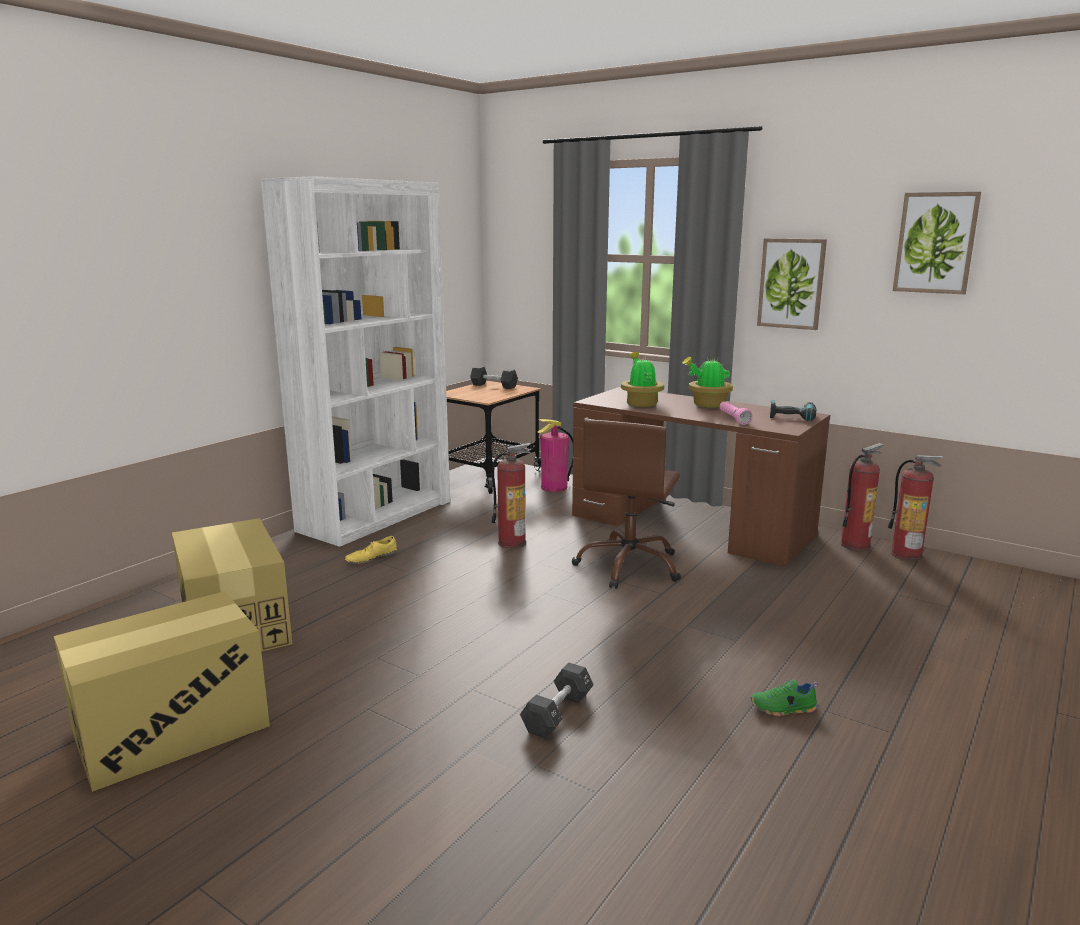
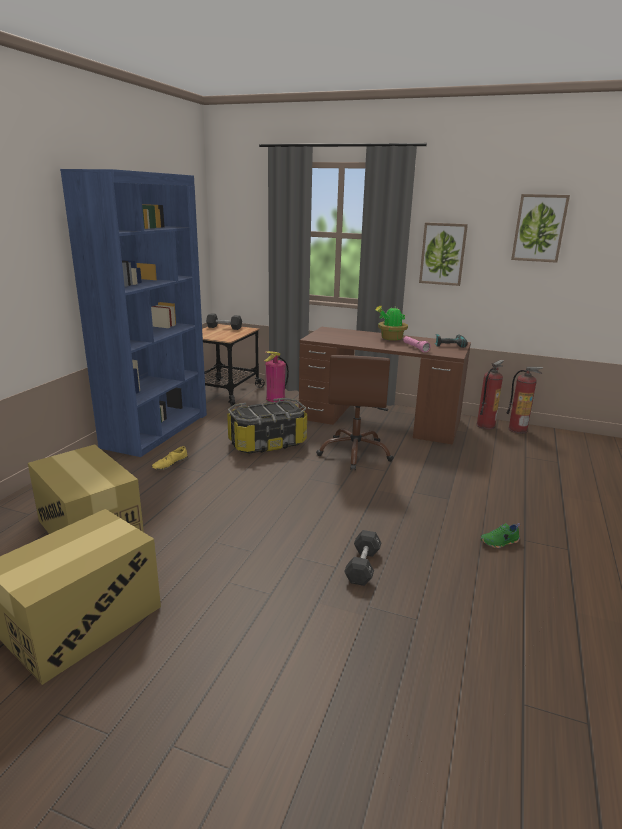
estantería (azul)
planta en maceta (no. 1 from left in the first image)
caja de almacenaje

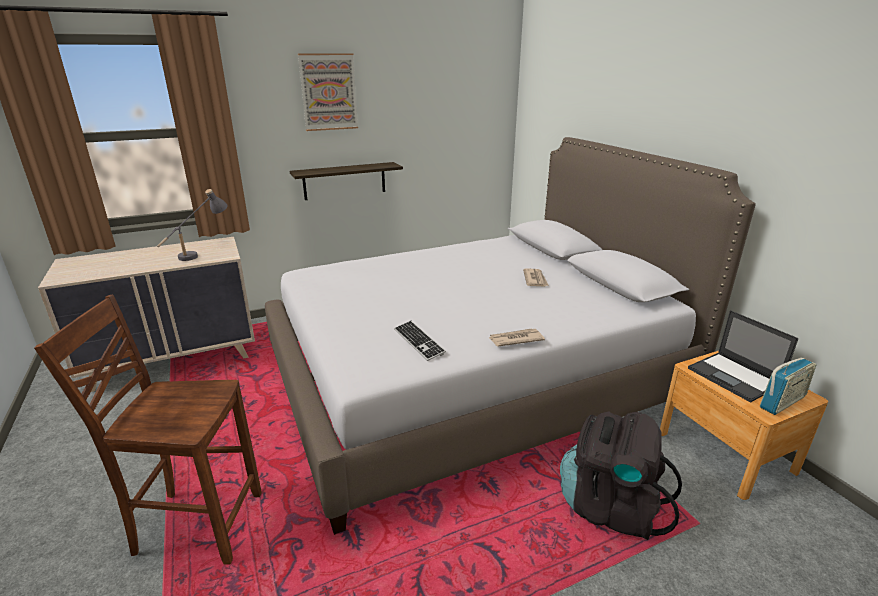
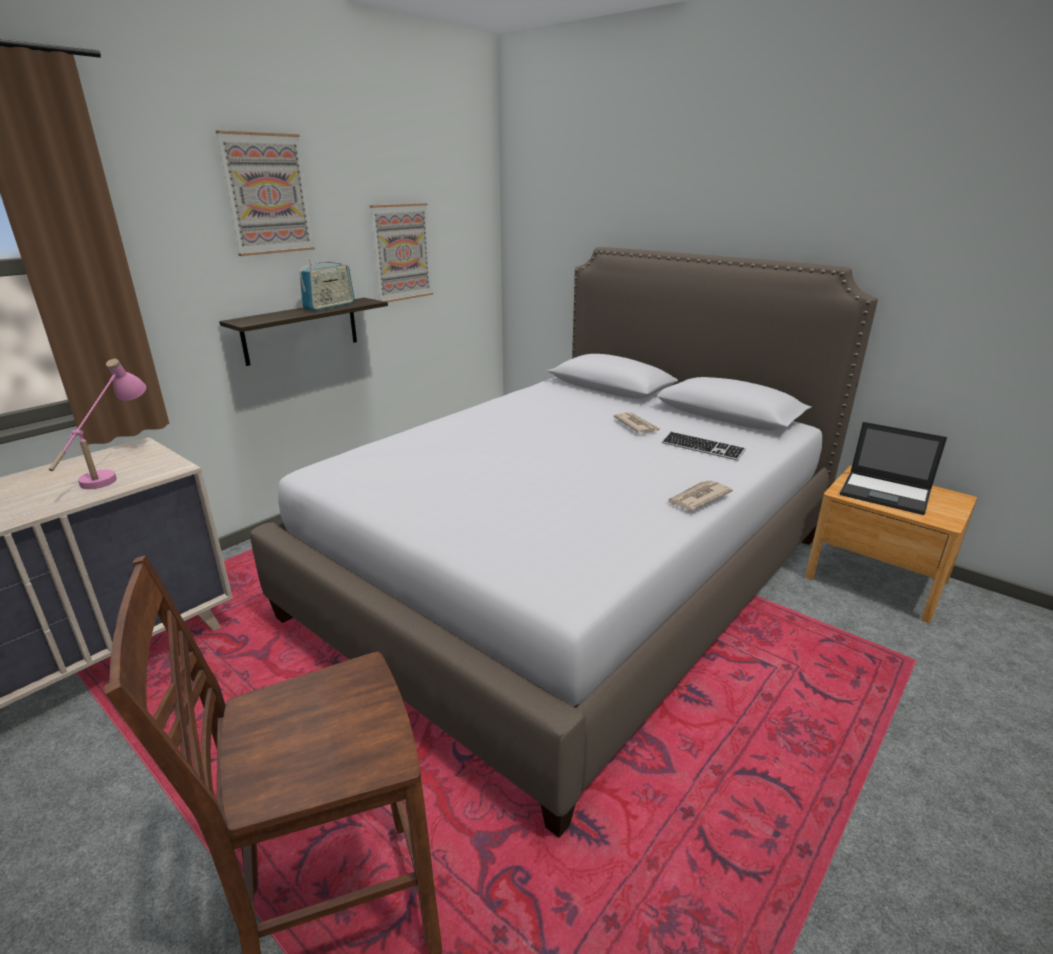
lámpara de mesa (rosa)
teclado
radio
mochila (negro)
cuadro (no. 2 from left)

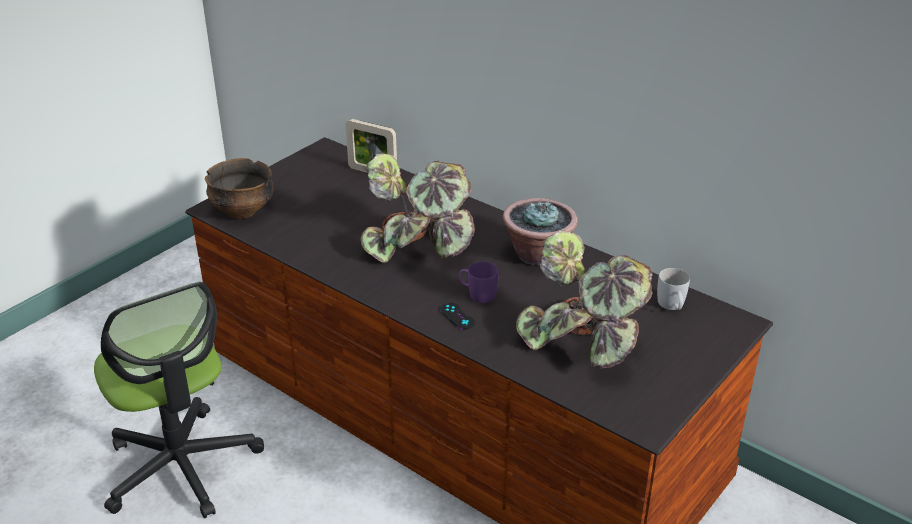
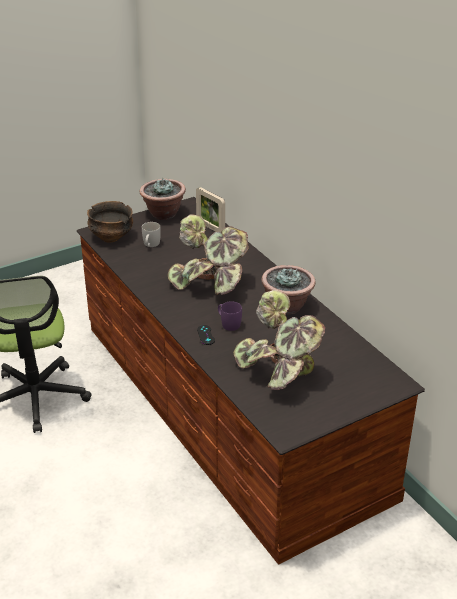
taza grande (blanco)
planta en maceta (no. 1 from left)

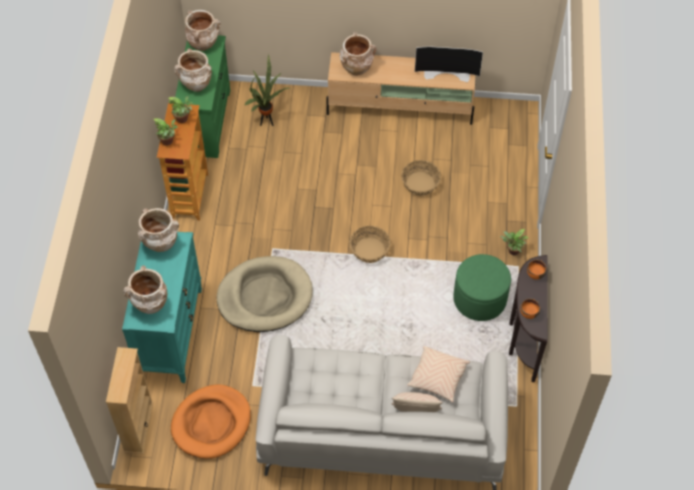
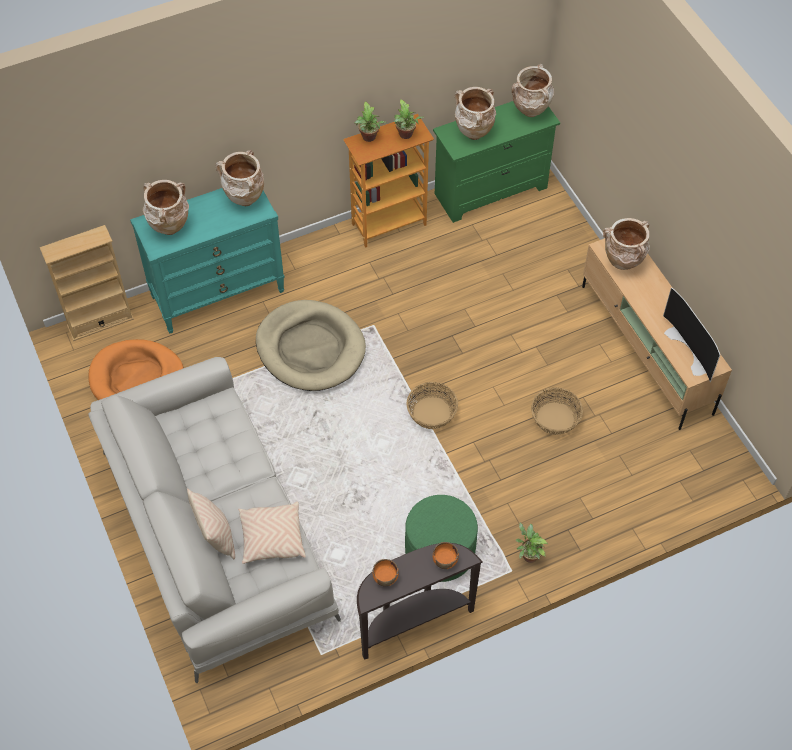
planta en maceta (no. 3 from left in the first image)

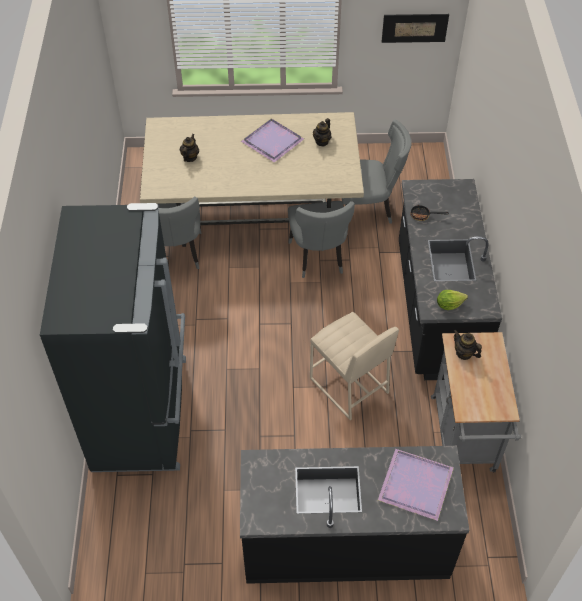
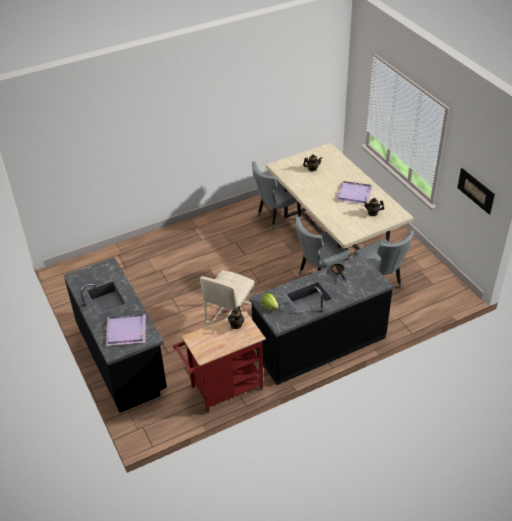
nevera (negro)
carrito (rojo)

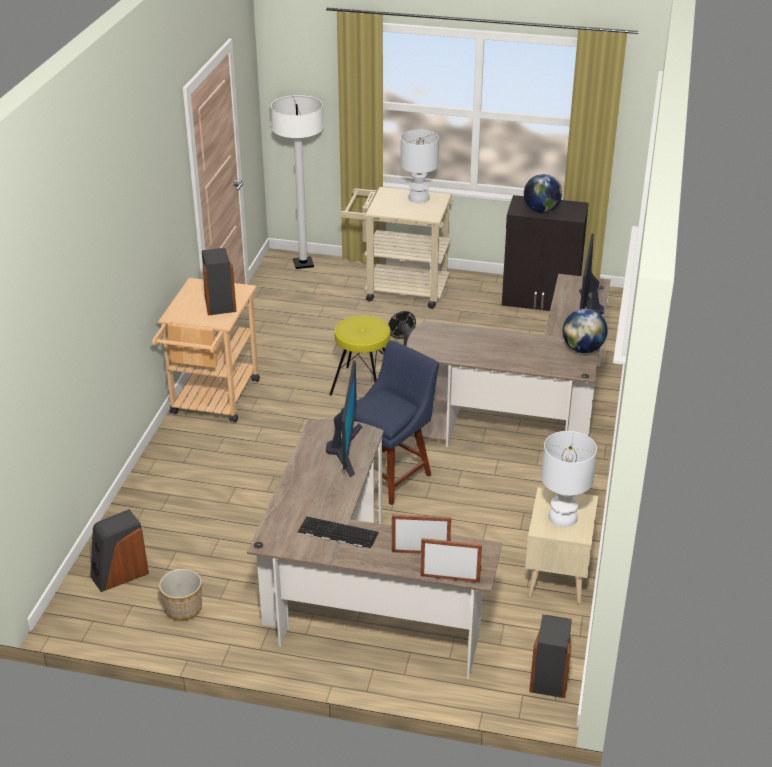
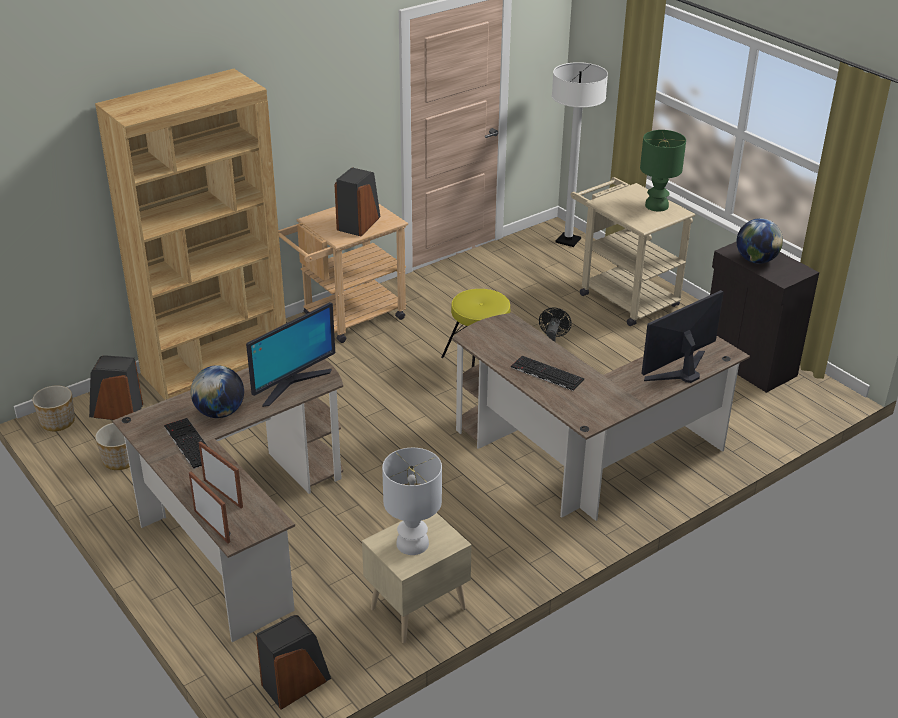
lámpara de mesa (verde)
globo terráqueo (no. 1 from left)
silla (azul)
estantería (marrón)
teclado (no. 2 from left)
maceta (no. 1 from left)

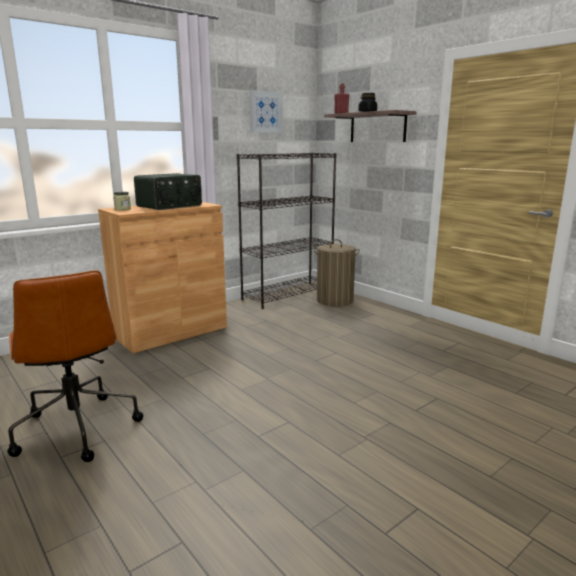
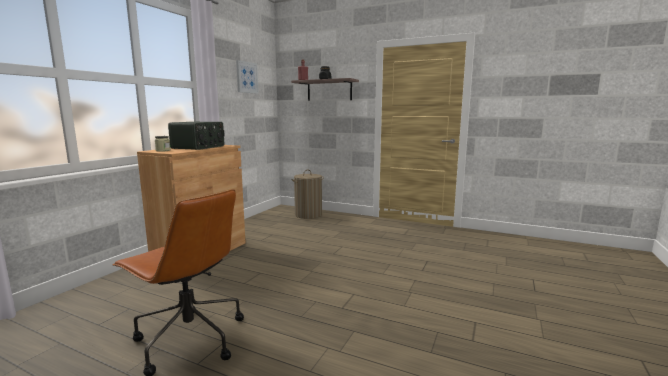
estantería (negro)

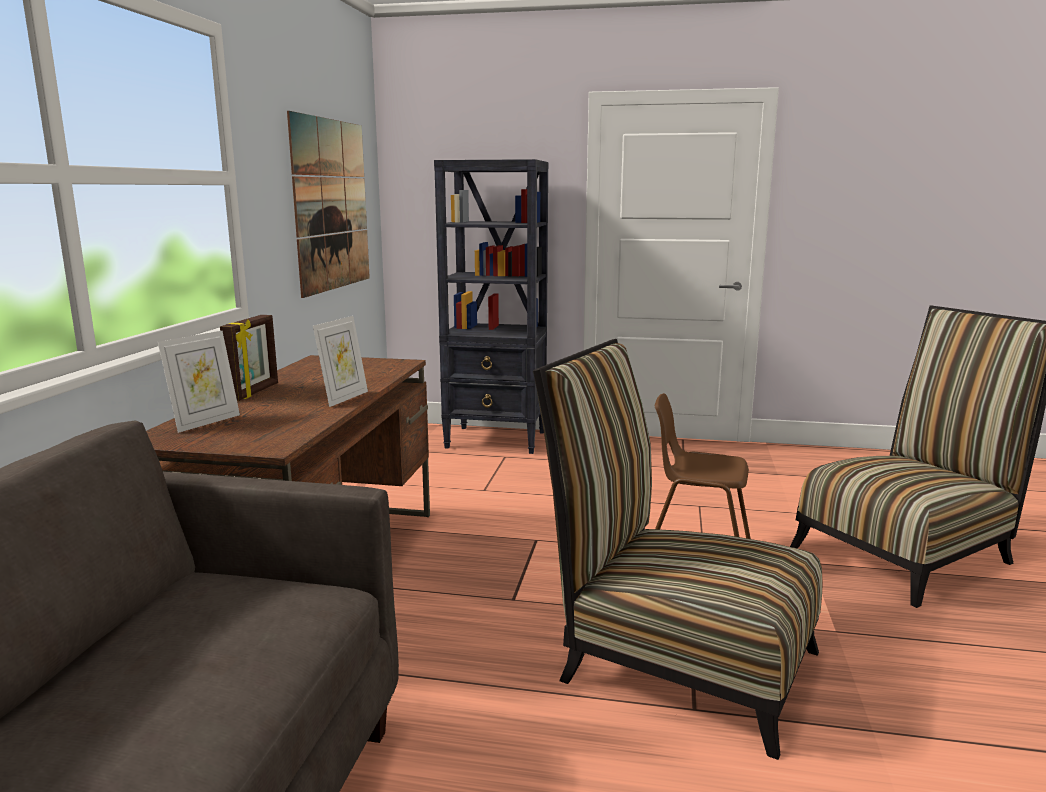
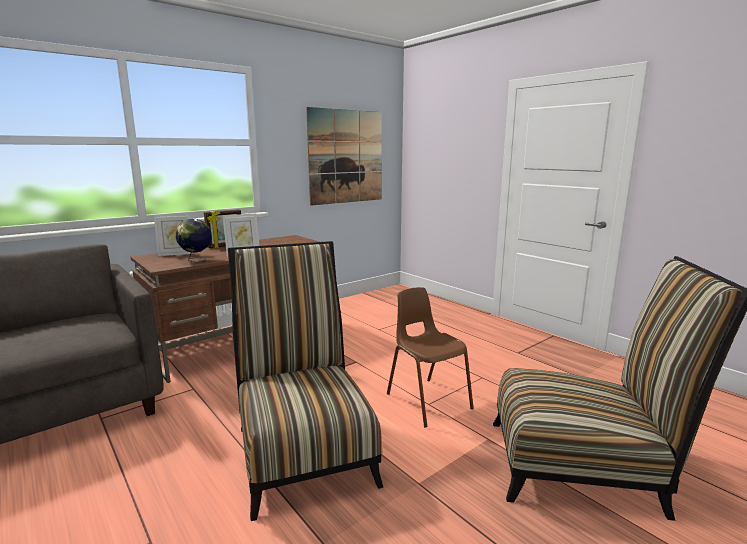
estantería (negro)
globo terráqueo

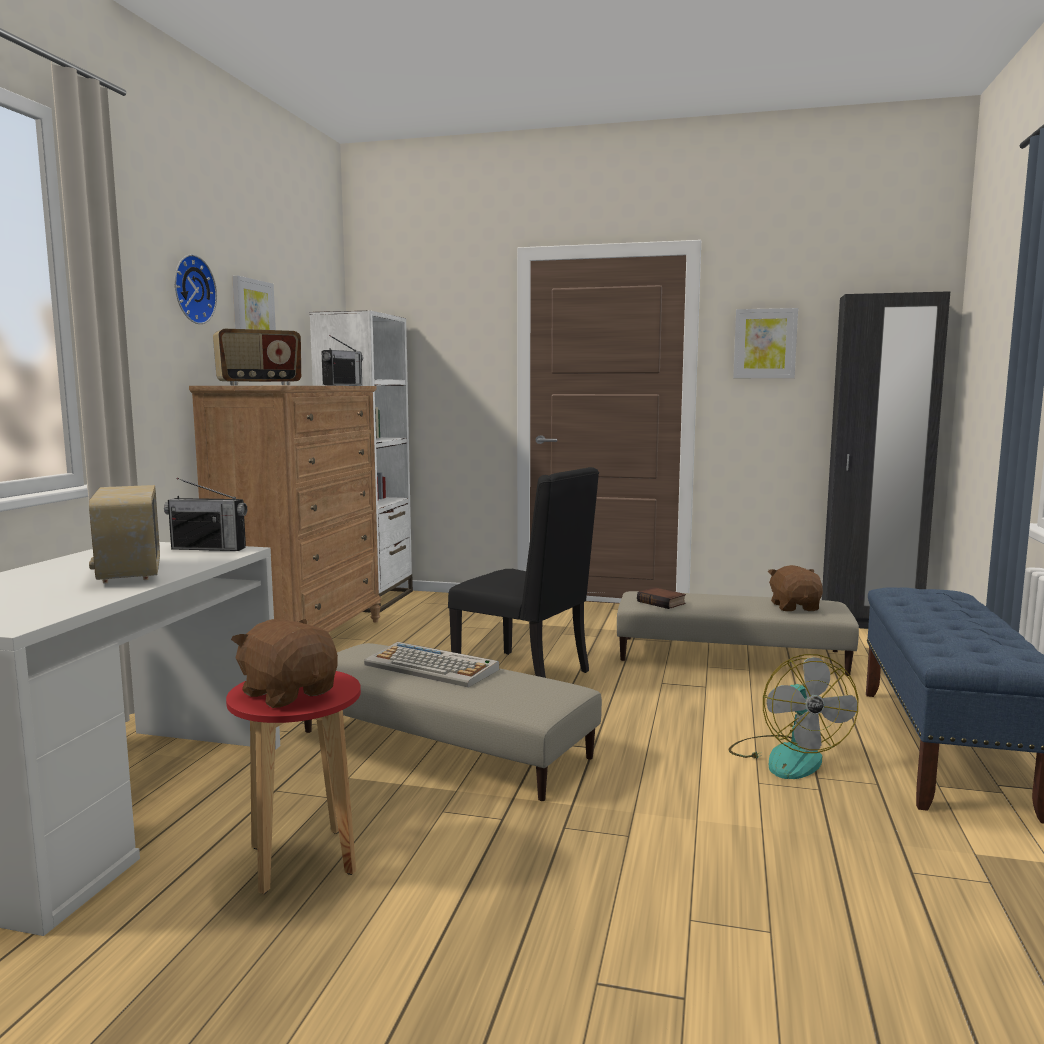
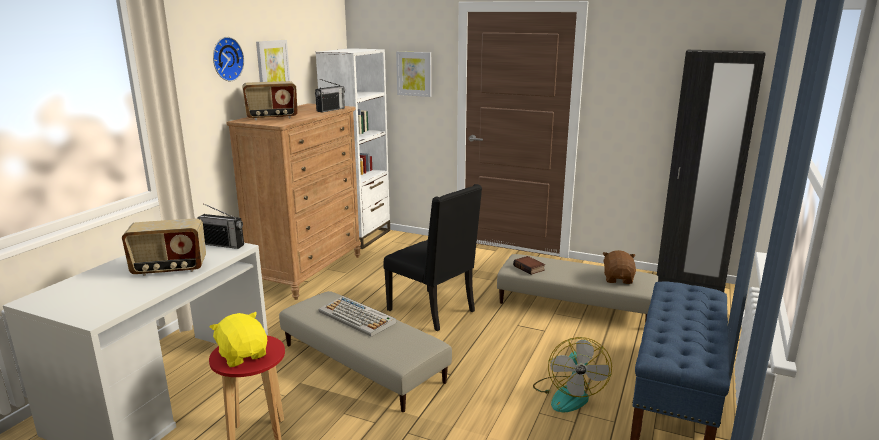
cuadro (no. 2 from left)
radio (no. 1 from left)
peluche (amarillo)

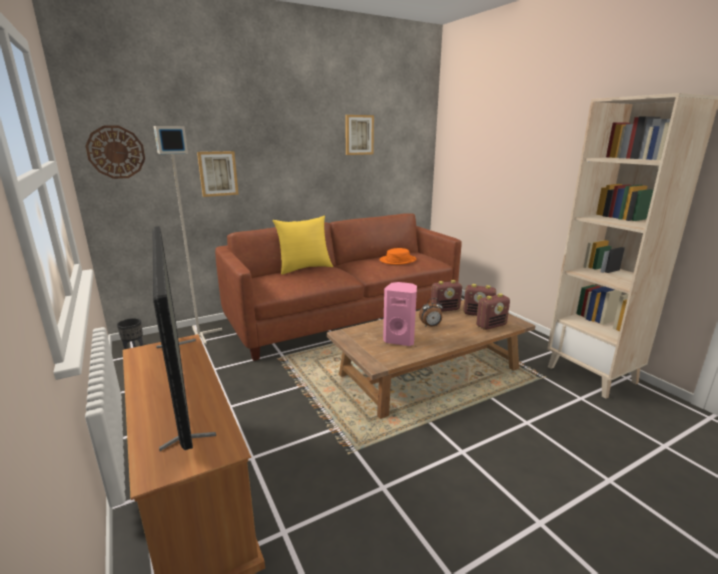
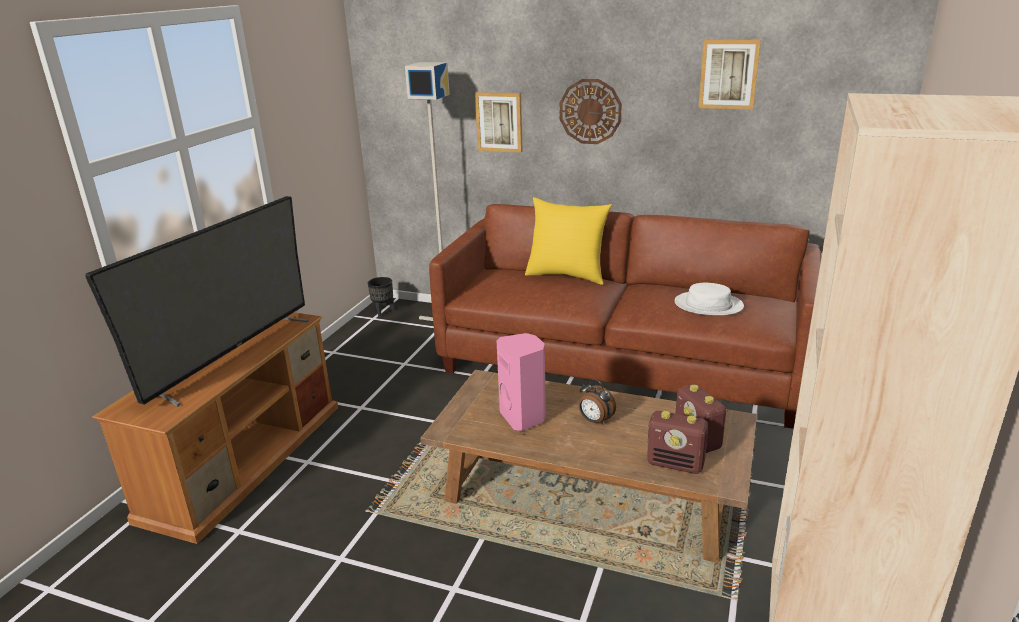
reloj de pared
sombrero (blanco)
radio (no. 1 from left in the first image)

